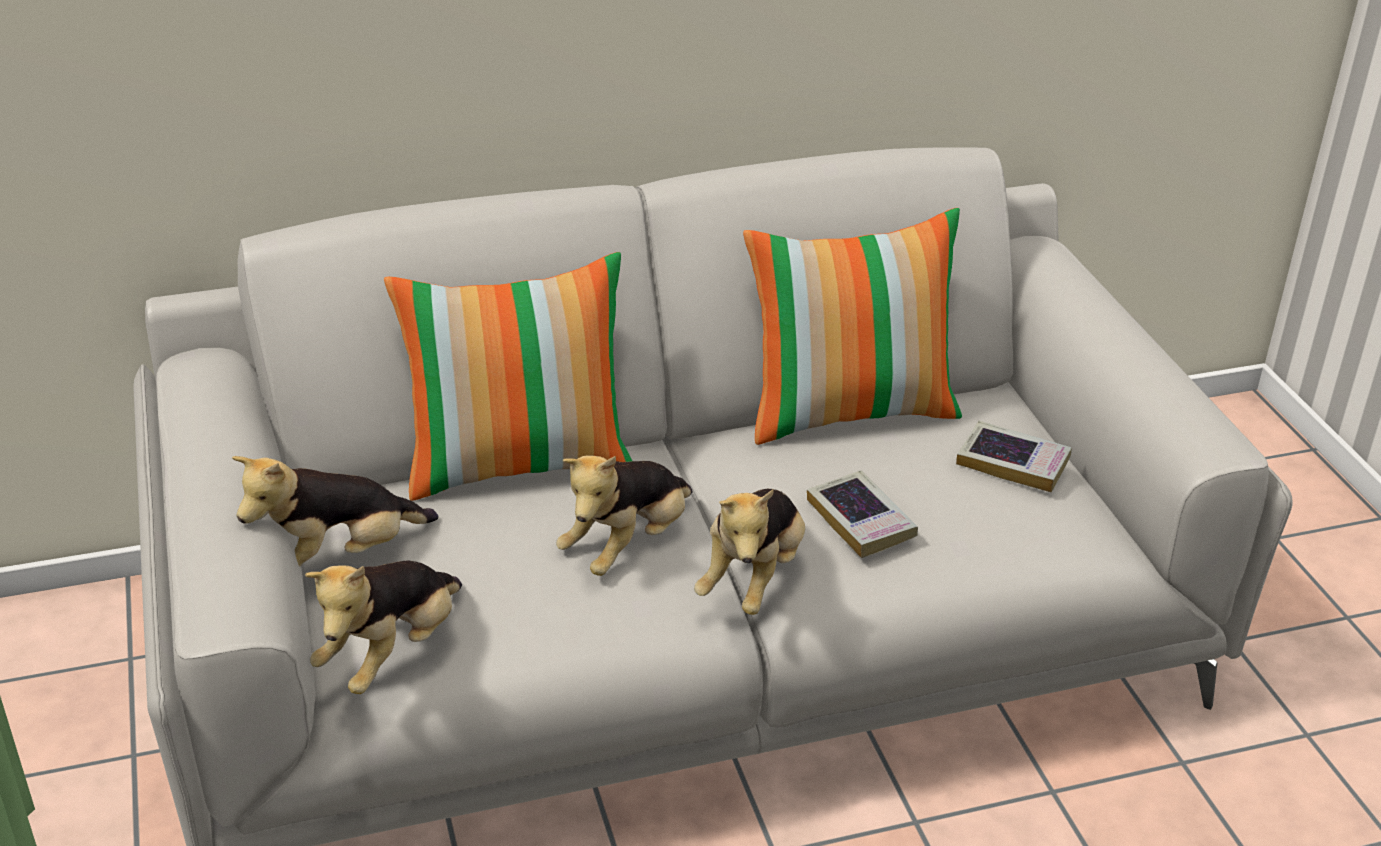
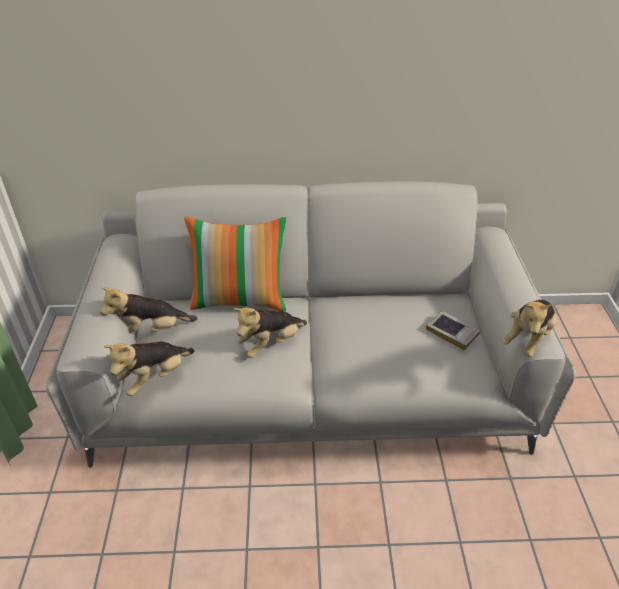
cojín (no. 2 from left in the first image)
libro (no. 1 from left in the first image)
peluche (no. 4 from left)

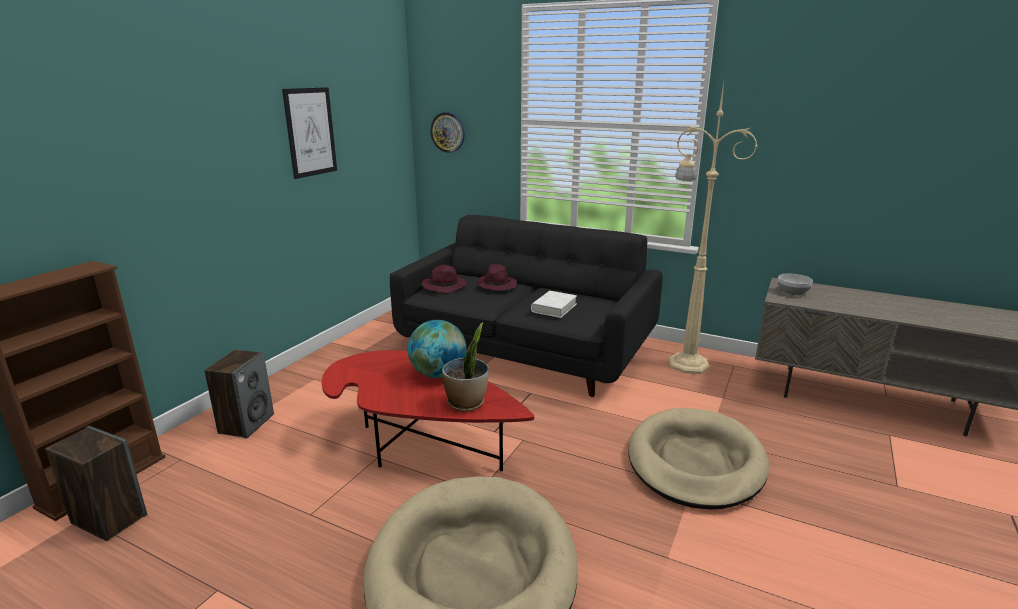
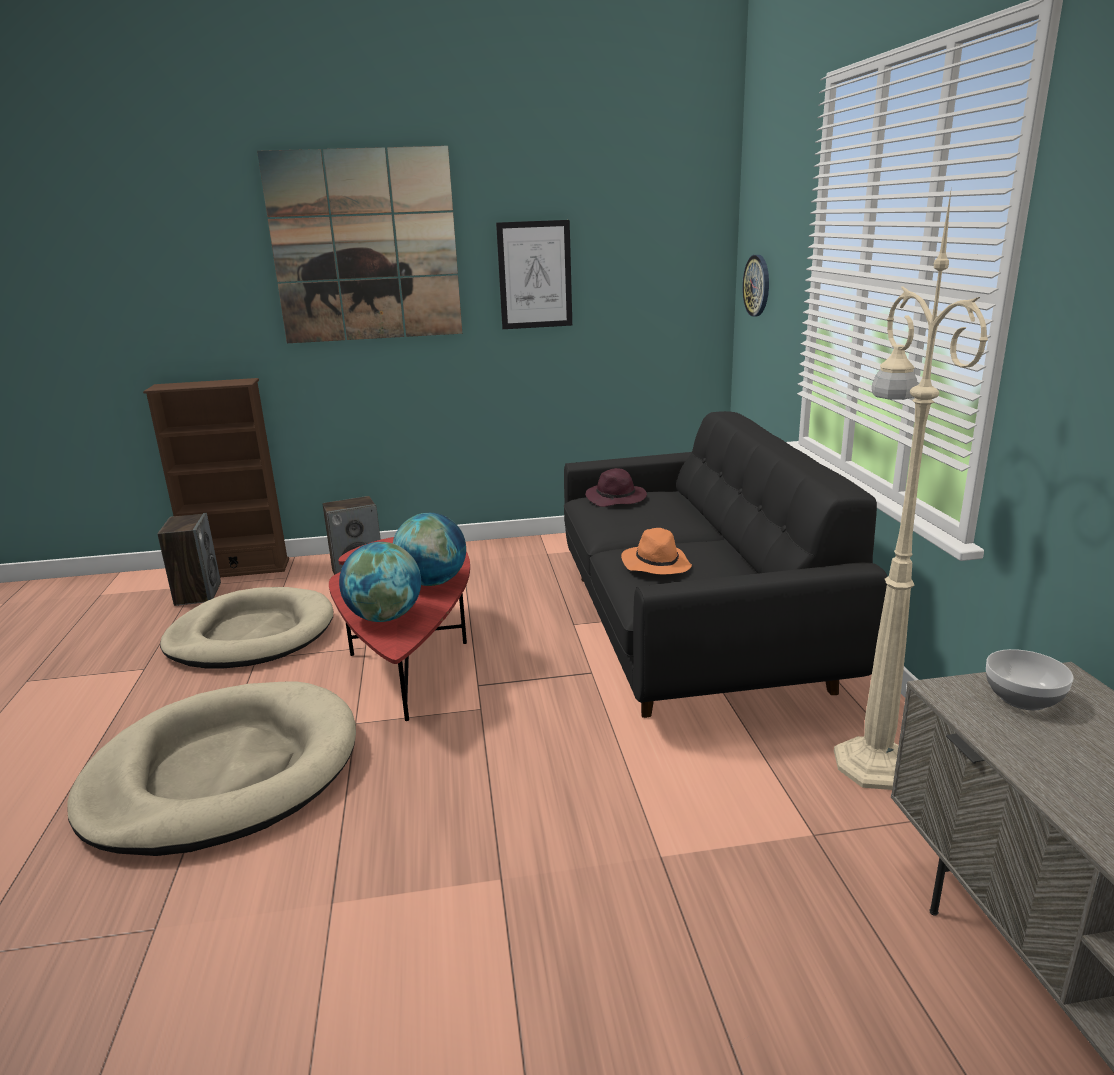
sombrero (morado) (no. 2 from left in the first image)
sombrero (naranja)
globo terráqueo (no. 1 from left)
cama para perro (beis) (no. 2 from left)
cuadro (no. 1 from left)

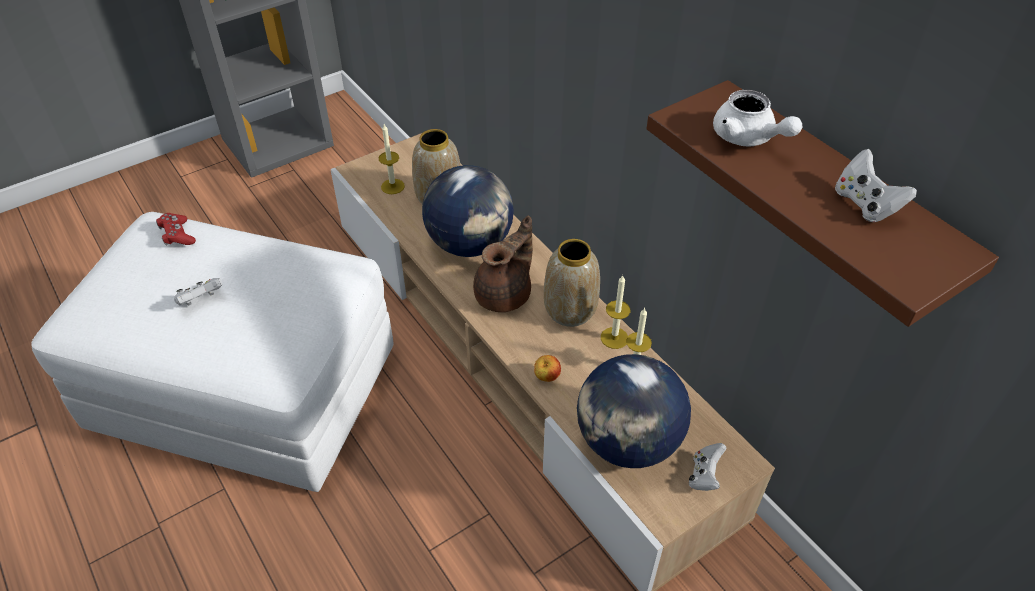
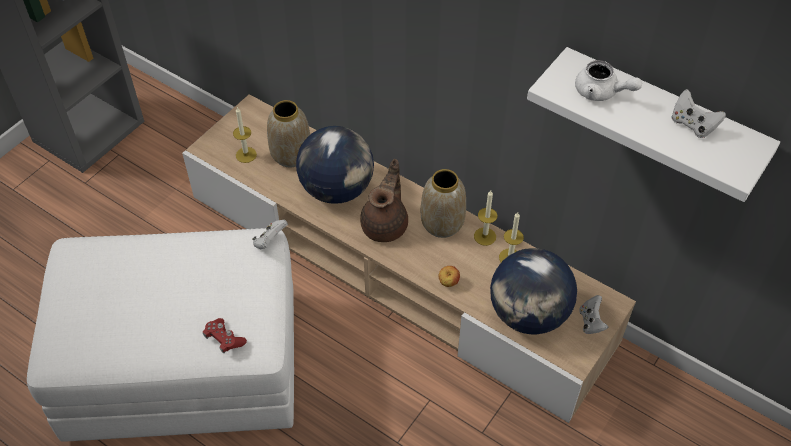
estante (blanco)
mando de consola (rojo)
mando de consola (blanco) (no. 1 from left)

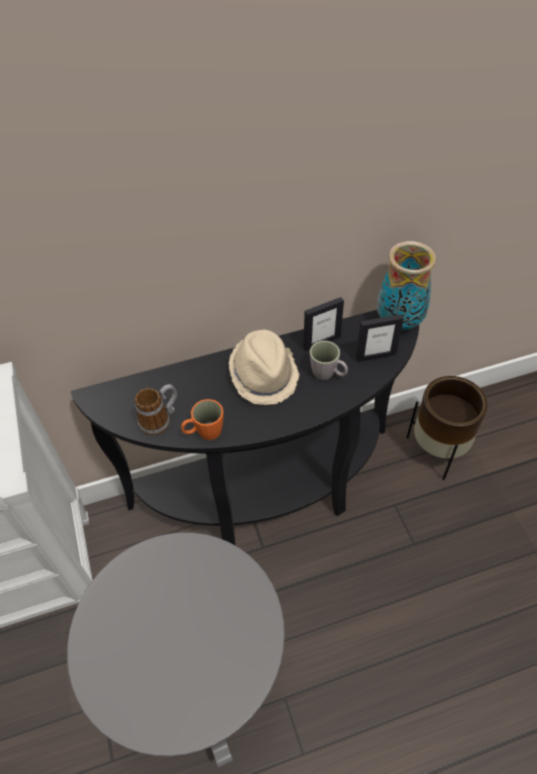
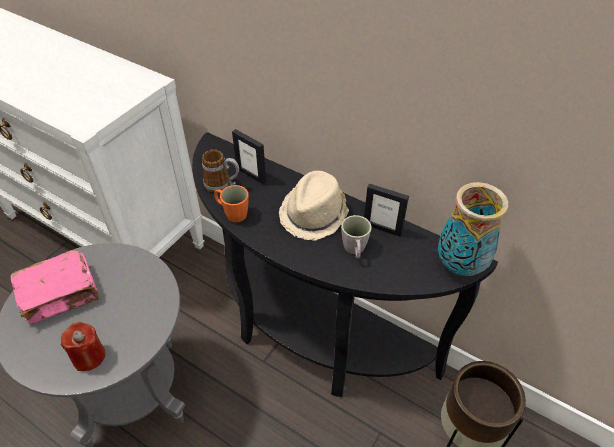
portarretratos (no. 1 from left)
libro (rosa)
vela (rojo)

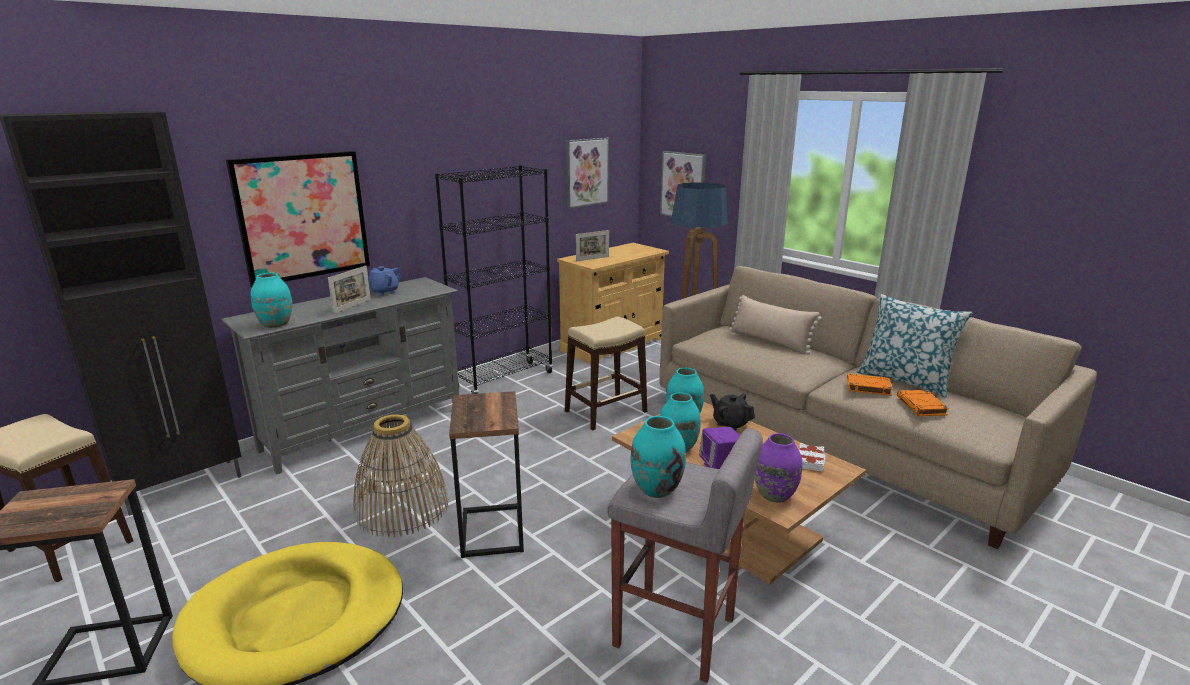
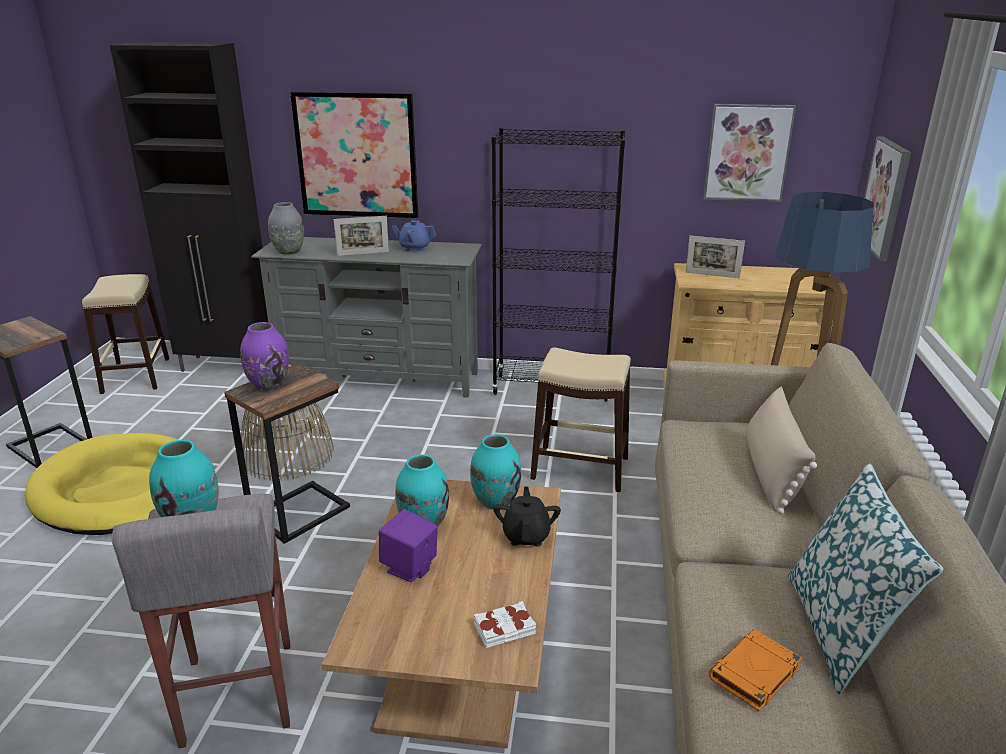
florero (gris)
libro (naranja) (no. 1 from left in the first image)
florero (morado)

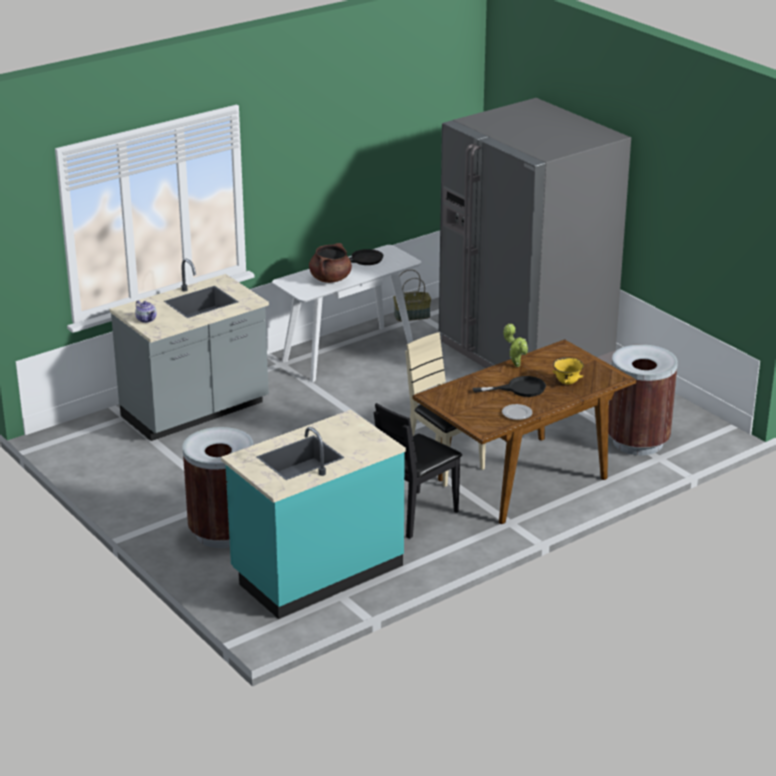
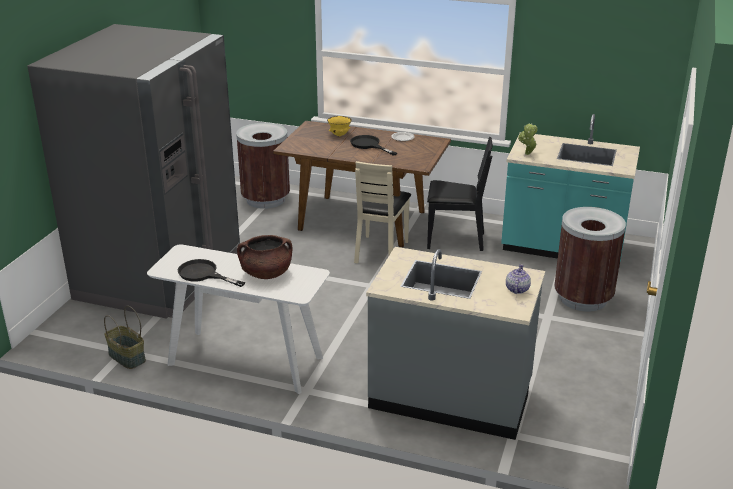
planta en maceta

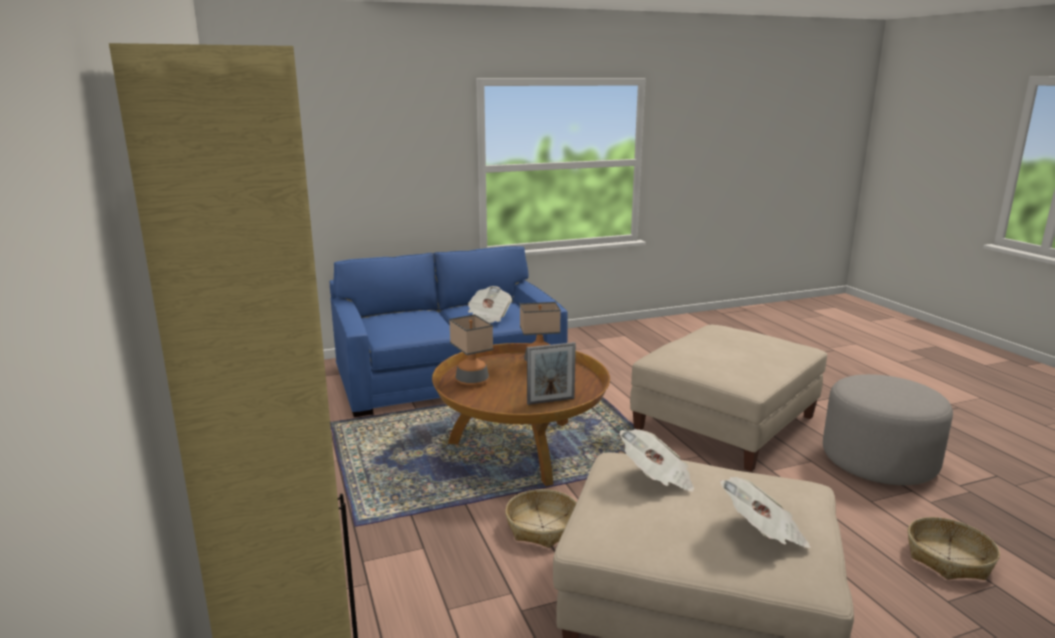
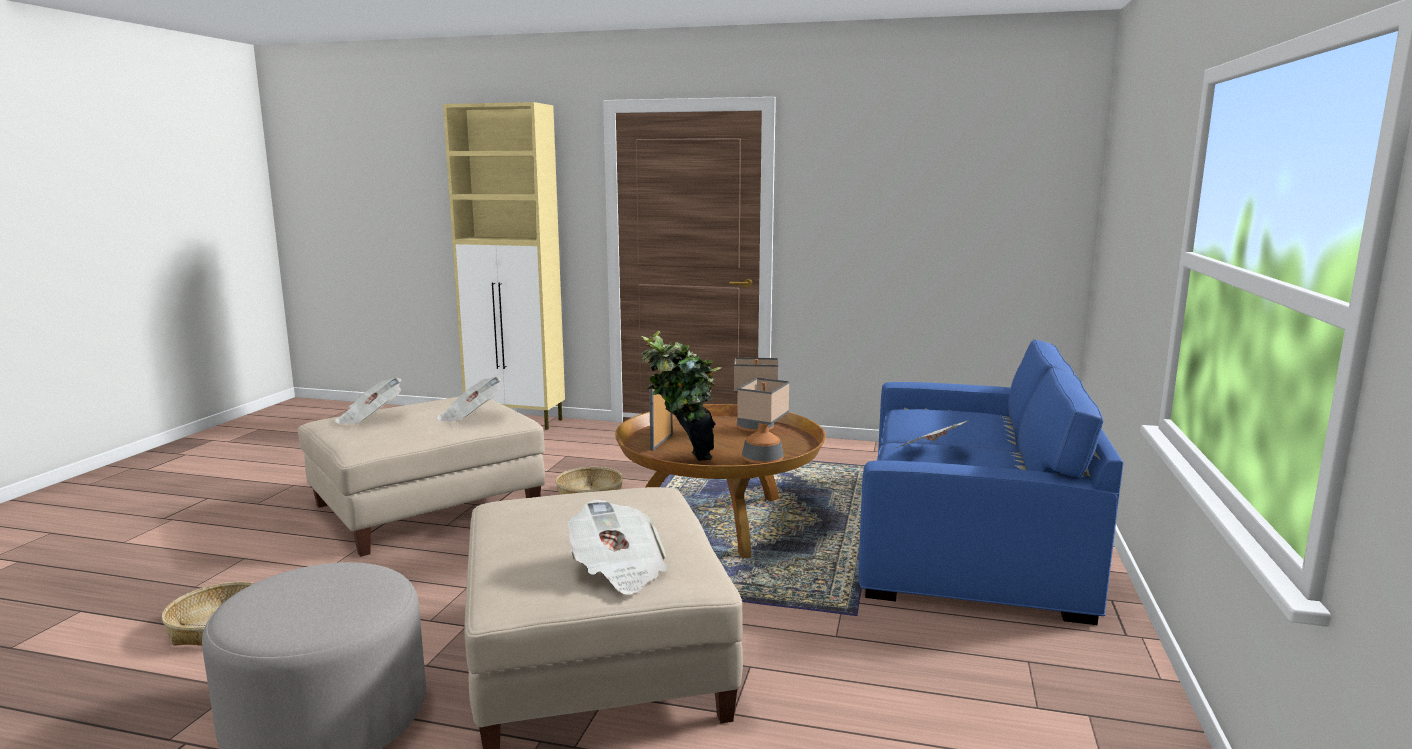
planta en maceta
periódico (no. 3 from left)

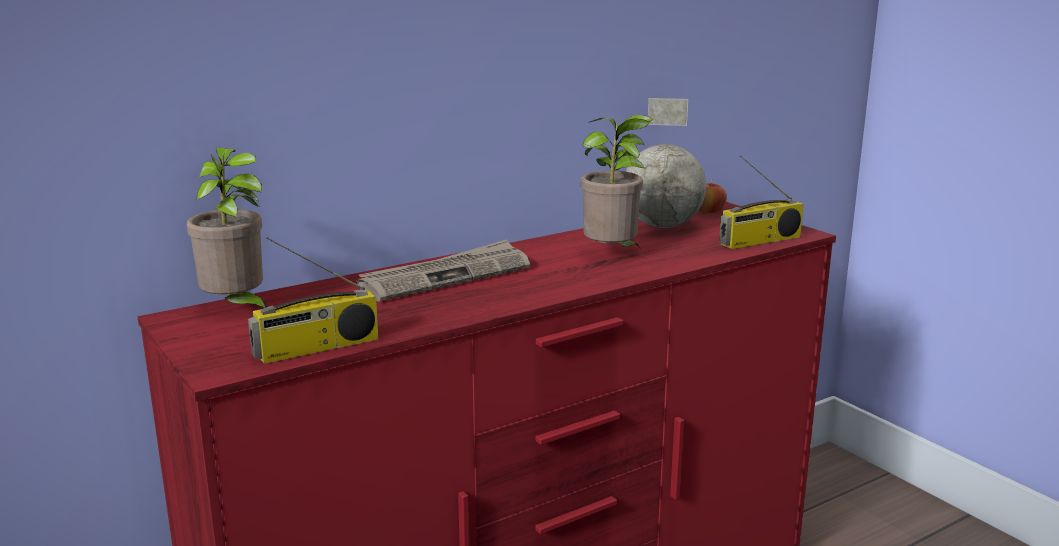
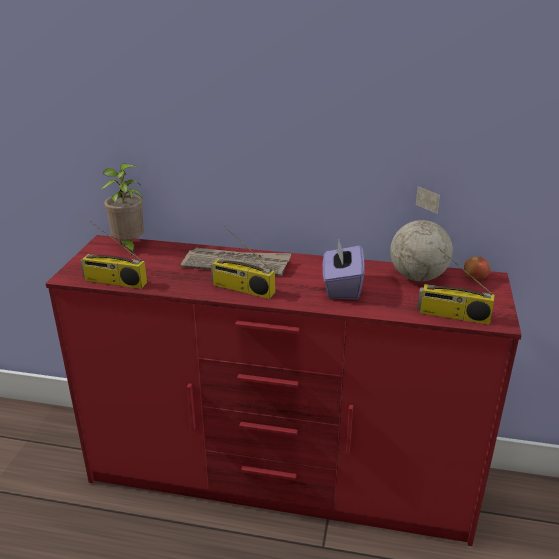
caja de pañuelos (morado)
radio (no. 2 from left)

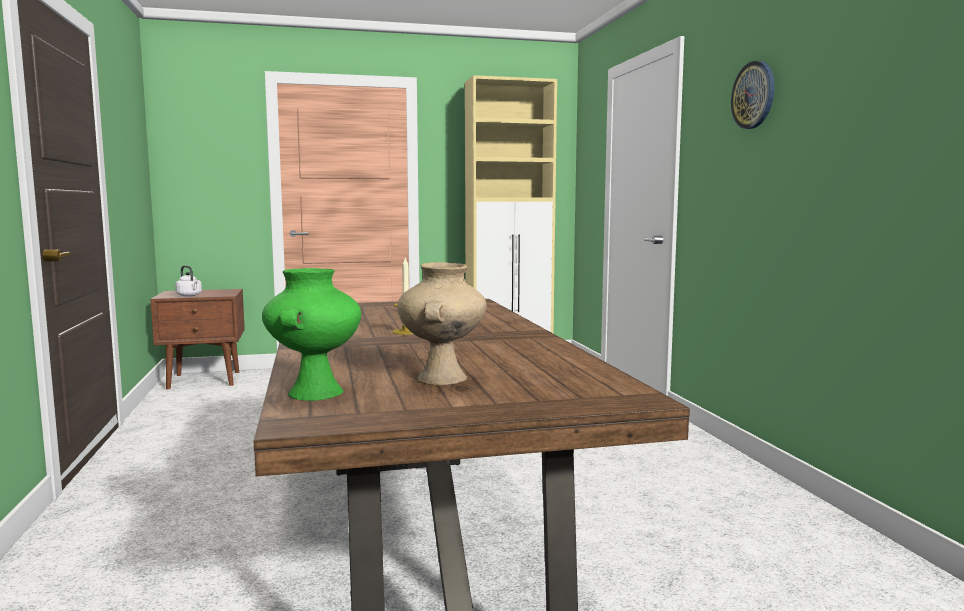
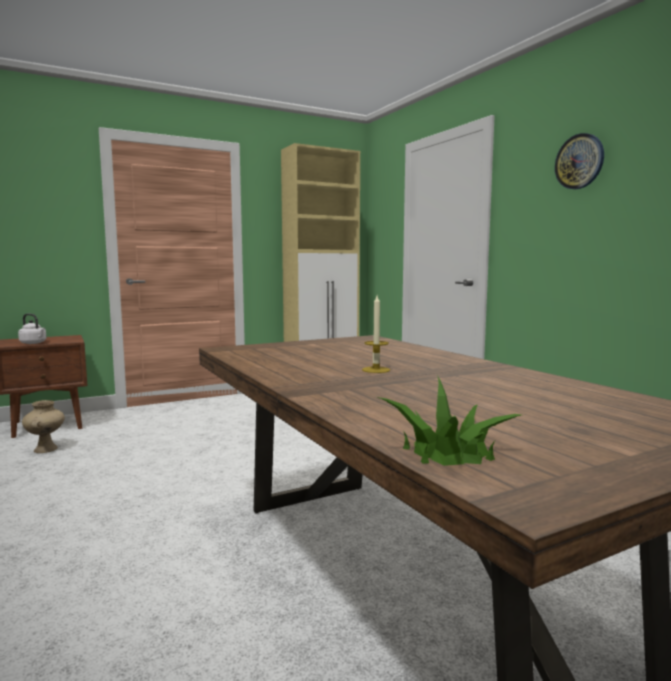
florero (beis)
planta en maceta

